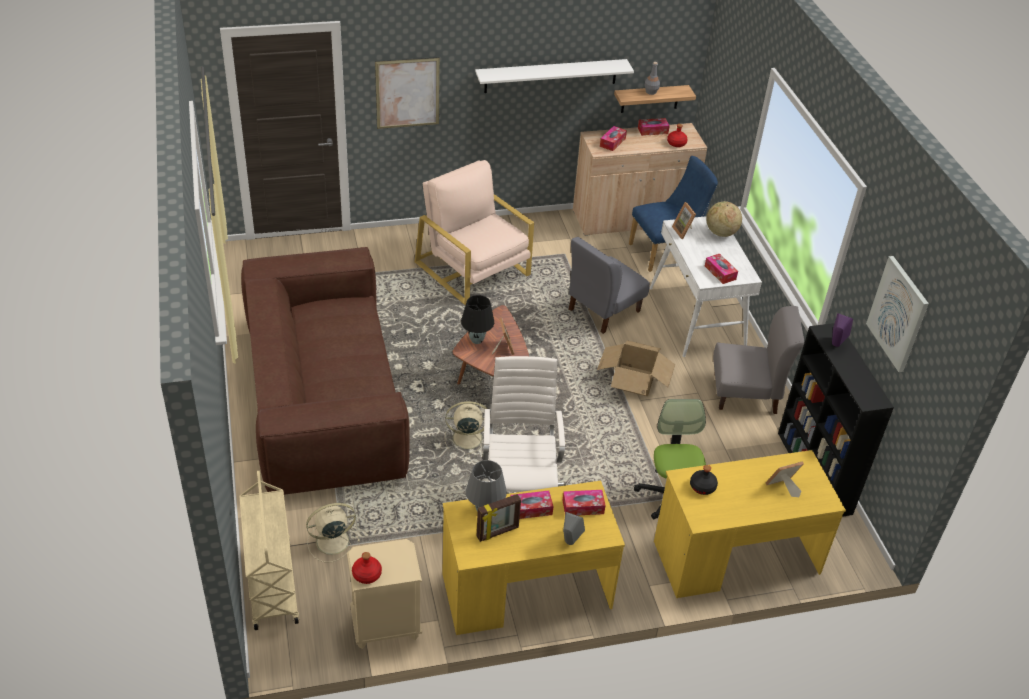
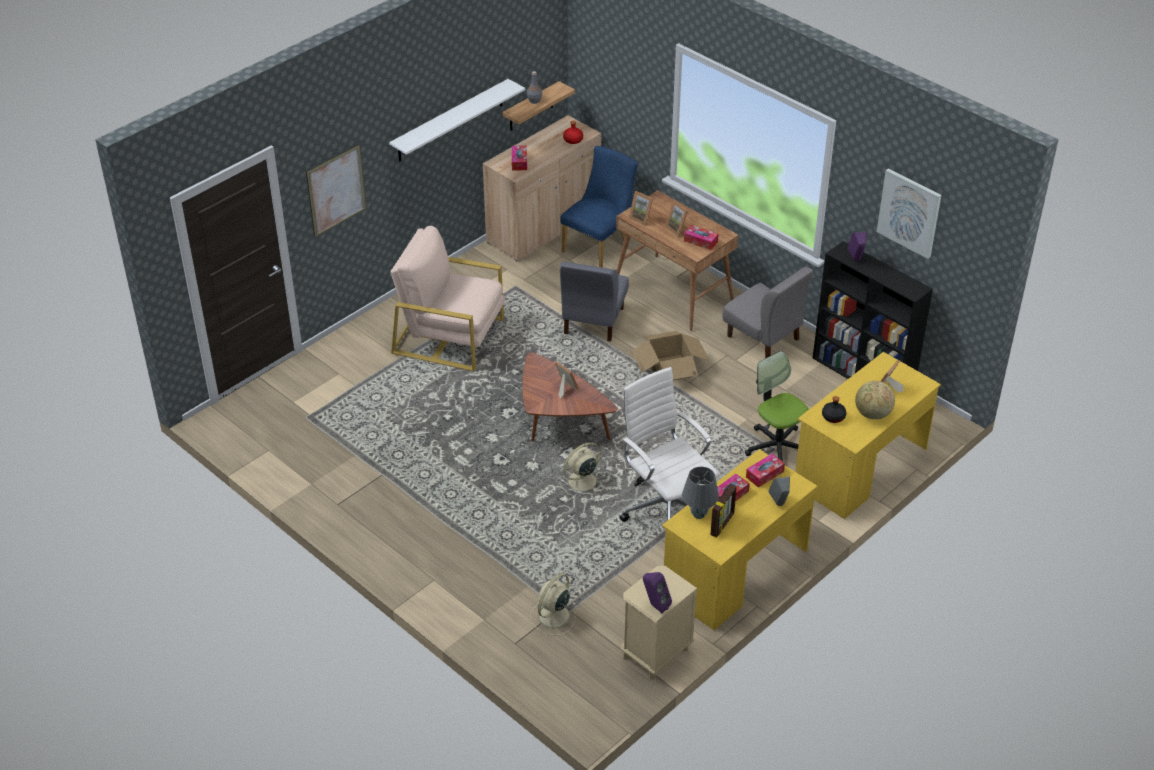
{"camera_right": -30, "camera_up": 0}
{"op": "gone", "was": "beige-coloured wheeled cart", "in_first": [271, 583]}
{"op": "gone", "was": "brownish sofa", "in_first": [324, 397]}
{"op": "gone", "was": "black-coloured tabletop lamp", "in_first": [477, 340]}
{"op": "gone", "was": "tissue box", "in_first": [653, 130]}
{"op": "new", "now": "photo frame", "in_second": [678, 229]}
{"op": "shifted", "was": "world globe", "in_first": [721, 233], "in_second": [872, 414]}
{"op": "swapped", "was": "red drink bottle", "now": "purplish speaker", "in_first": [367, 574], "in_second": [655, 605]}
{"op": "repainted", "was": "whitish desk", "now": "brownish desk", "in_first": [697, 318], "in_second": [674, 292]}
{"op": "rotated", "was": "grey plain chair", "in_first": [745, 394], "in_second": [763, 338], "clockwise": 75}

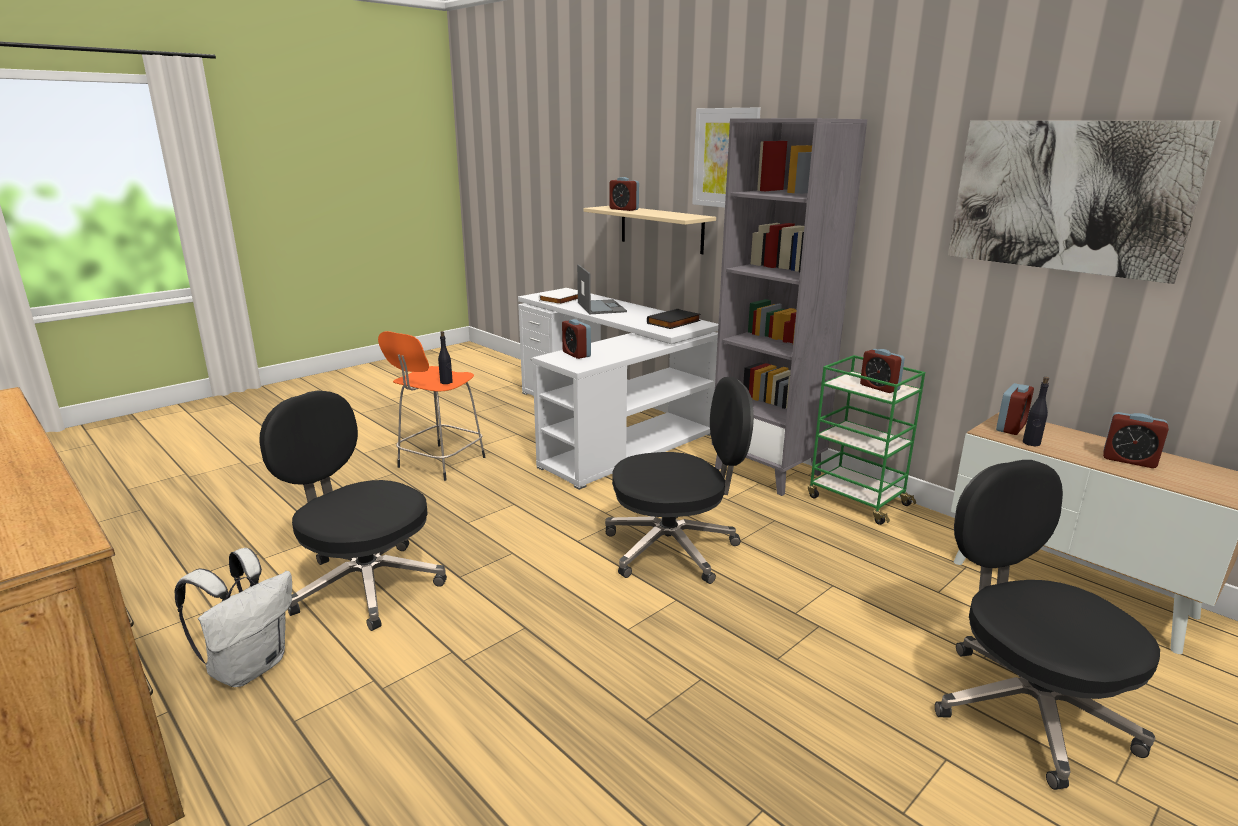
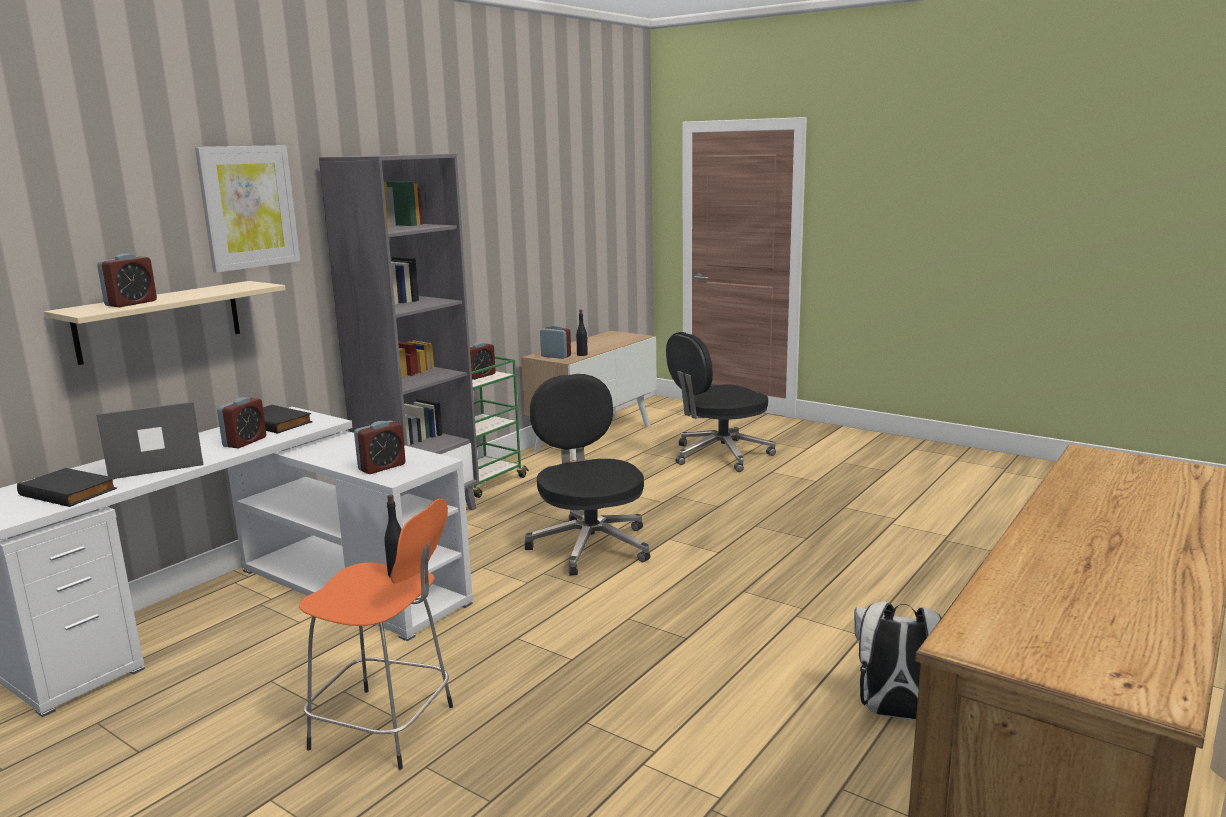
{"camera_right": -100, "camera_up": -5}
{"op": "gone", "was": "black-coloured desk chair", "in_first": [365, 584]}
{"op": "gone", "was": "wall picture", "in_first": [1067, 196]}
{"op": "shifted", "was": "table clock", "in_first": [1129, 460], "in_second": [245, 442]}
{"op": "repainted", "was": "whitish volume", "now": "black-coloured volume", "in_first": [563, 299], "in_second": [70, 491]}

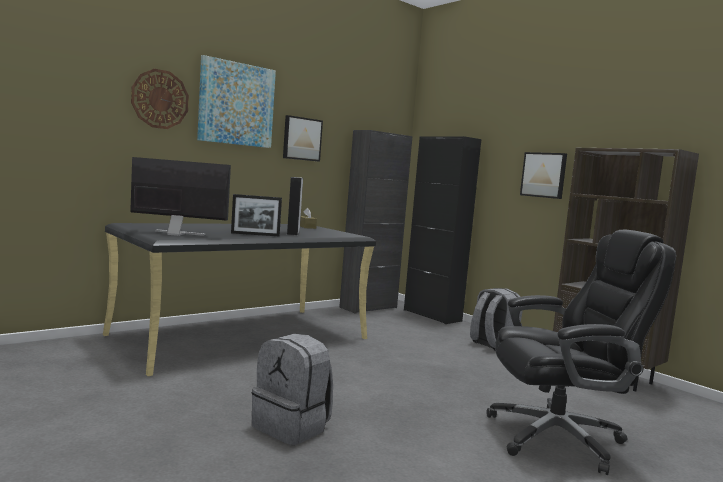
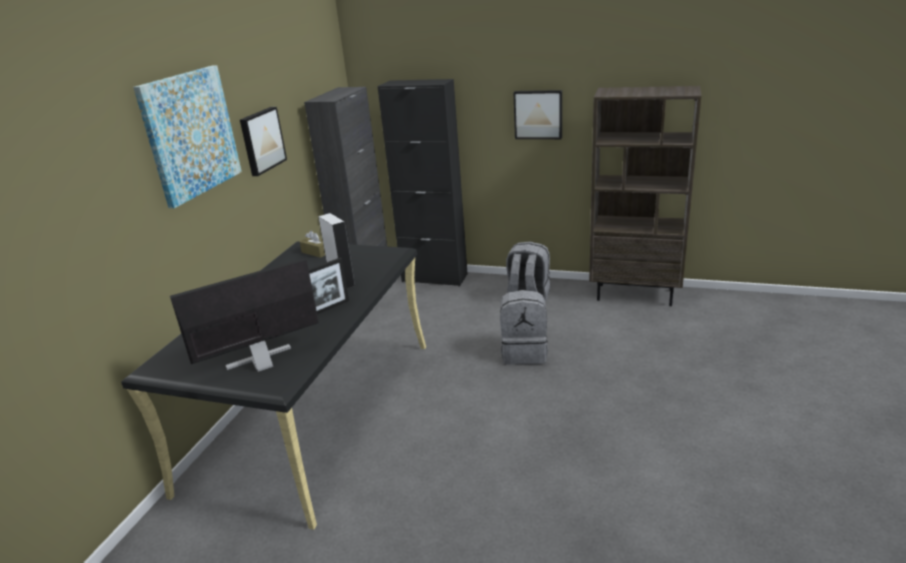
{"camera_right": -30, "camera_up": 20}
{"op": "gone", "was": "clock on the wall", "in_first": [160, 99]}
{"op": "gone", "was": "black-coloured desk chair", "in_first": [559, 438]}
{"op": "shifted", "was": "grey rucksack", "in_first": [292, 427], "in_second": [524, 352]}

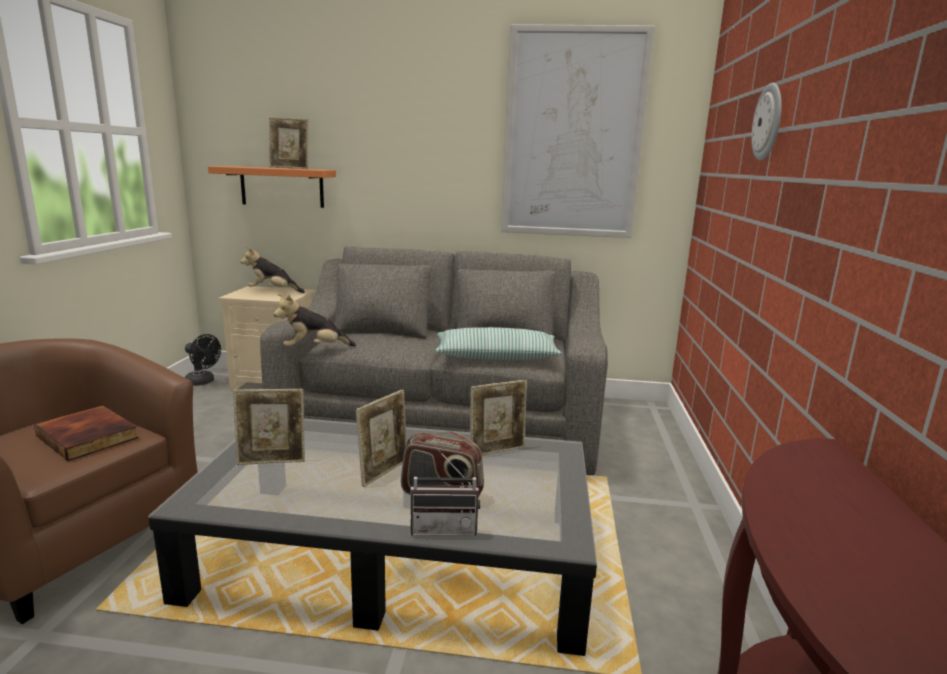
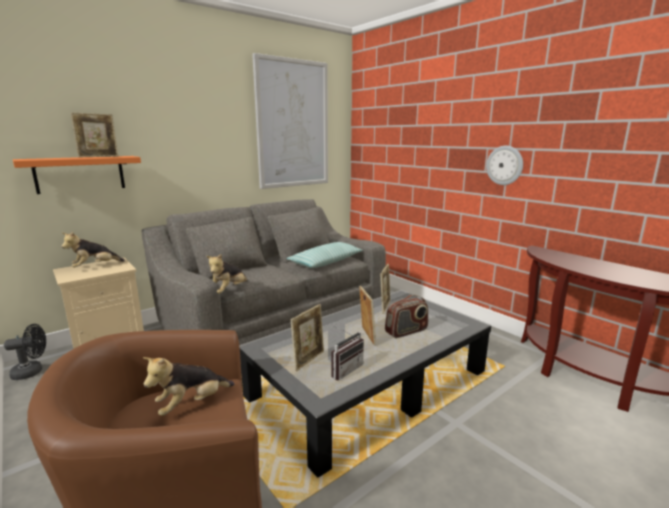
{"camera_right": -45, "camera_up": 0}
{"op": "shifted", "was": "radio receiver", "in_first": [444, 527], "in_second": [344, 369]}
{"op": "shifted", "was": "clock on the wall", "in_first": [768, 122], "in_second": [504, 165]}
{"op": "swapped", "was": "volume", "now": "cuddly toy", "in_first": [90, 436], "in_second": [192, 404]}

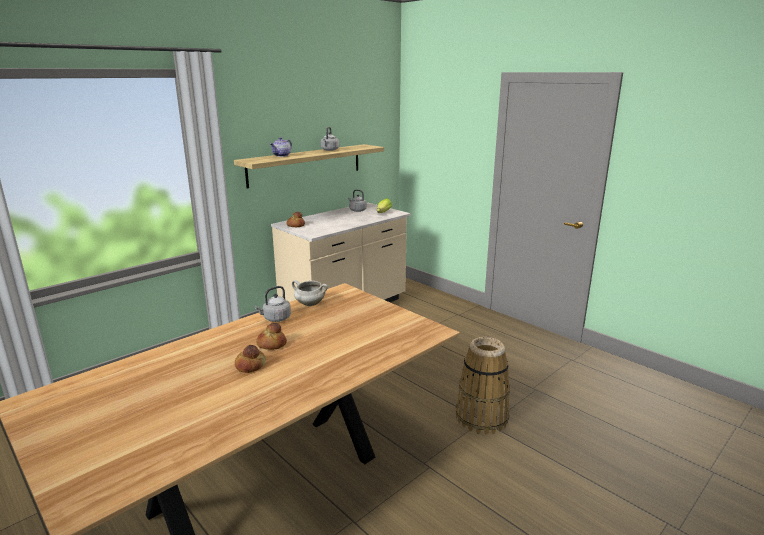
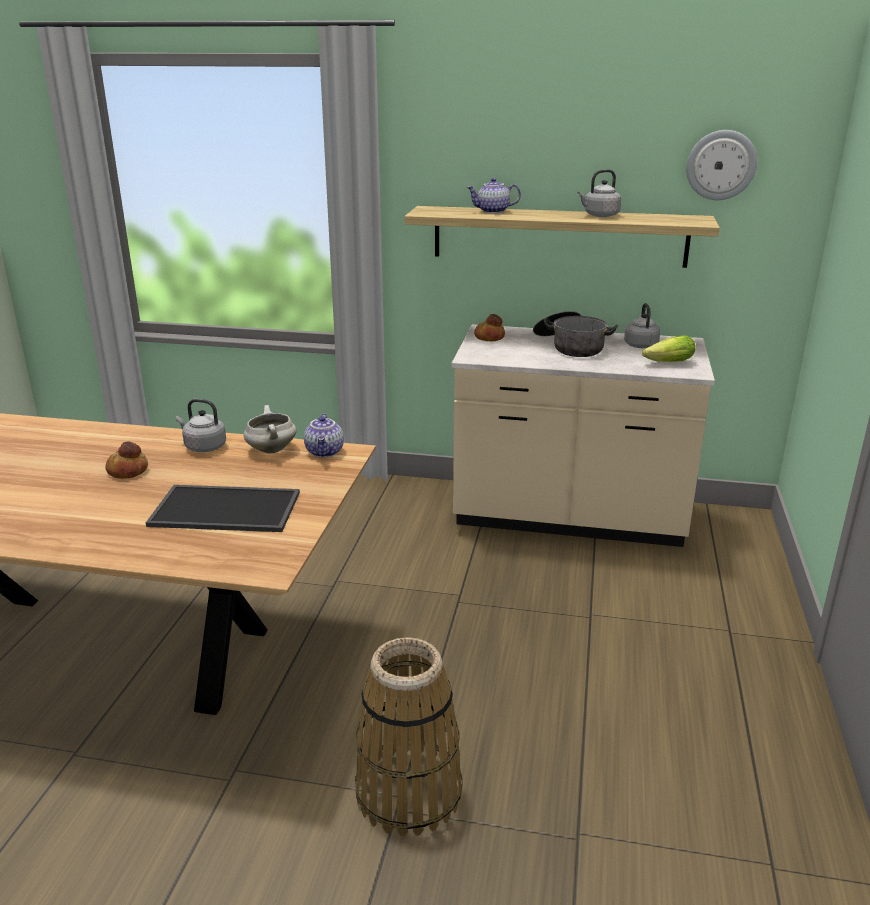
{"camera_right": 55, "camera_up": 5}
{"op": "gone", "was": "baked bread", "in_first": [250, 365]}
{"op": "new", "now": "tray", "in_second": [227, 508]}
{"op": "new", "now": "tea pot", "in_second": [325, 452]}
{"op": "new", "now": "cooking pot", "in_second": [570, 347]}
{"op": "new", "now": "clock on the wall", "in_second": [721, 165]}

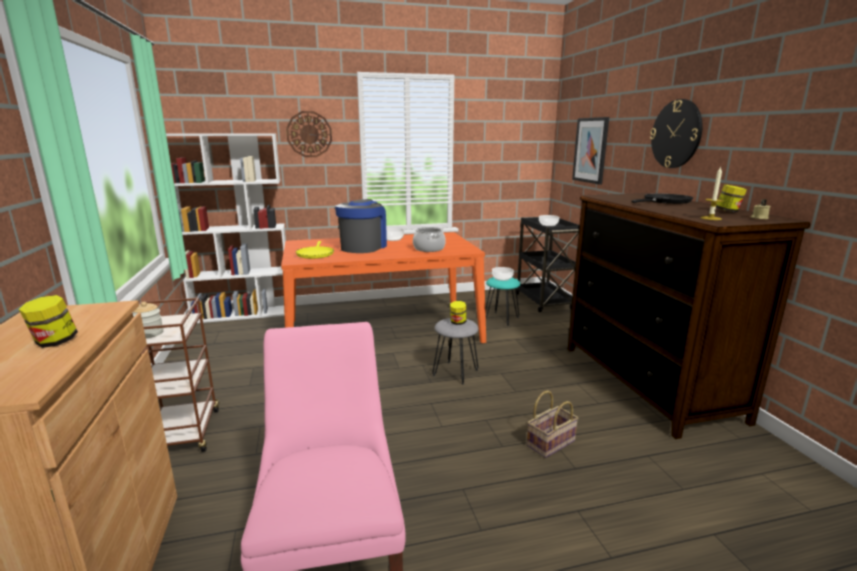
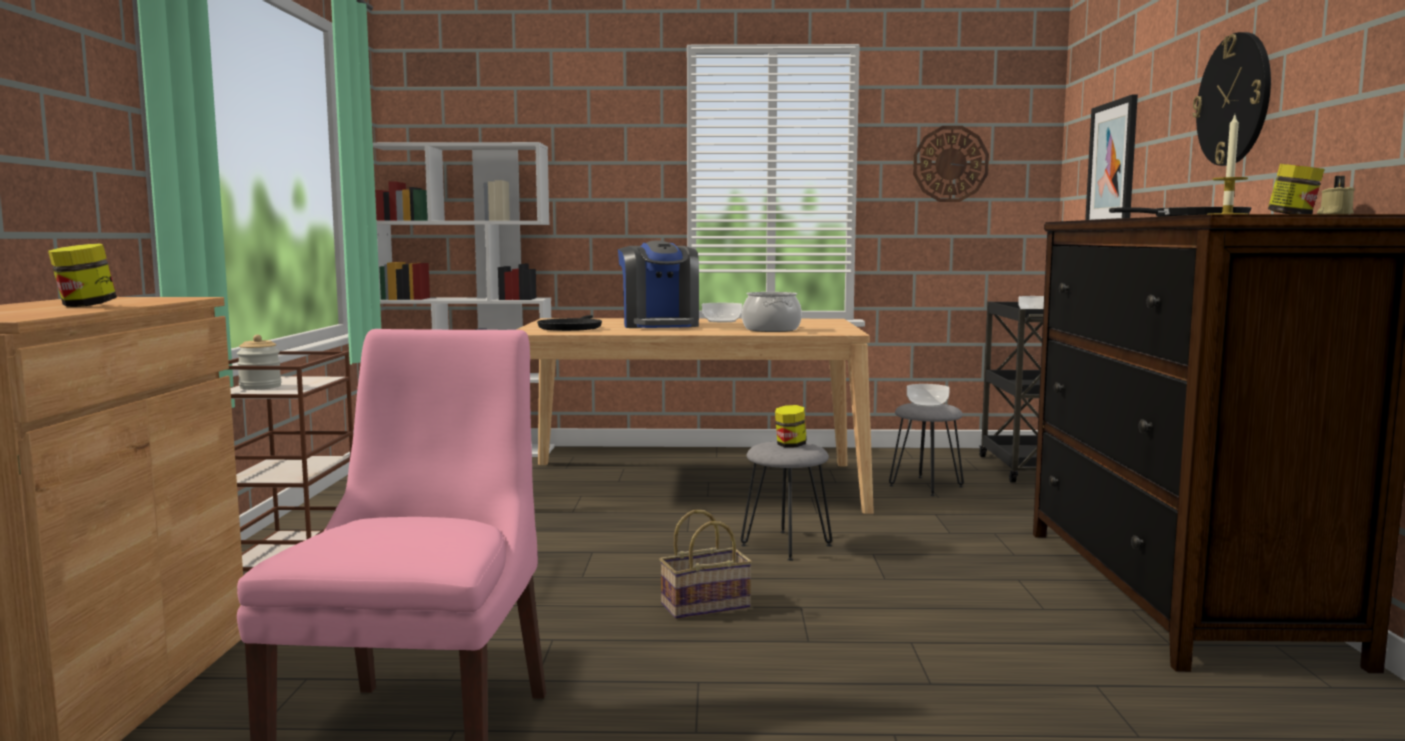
{"camera_right": 15, "camera_up": -10}
{"op": "shifted", "was": "clock on the wall", "in_first": [309, 134], "in_second": [950, 164]}
{"op": "shifted", "was": "household basket", "in_first": [550, 442], "in_second": [707, 605]}
{"op": "repainted", "was": "orange-coloured dinner table", "now": "beige-coloured dinner table", "in_first": [382, 331], "in_second": [689, 485]}
{"op": "repainted", "was": "yellow pan", "now": "black-coloured pan", "in_first": [315, 254], "in_second": [571, 328]}
{"op": "repainted", "was": "turquoise-coloured stool seat", "now": "grey stool seat", "in_first": [501, 319], "in_second": [926, 486]}
{"op": "rotated", "was": "coffee brewer", "in_first": [363, 247], "in_second": [660, 325], "clockwise": 135}

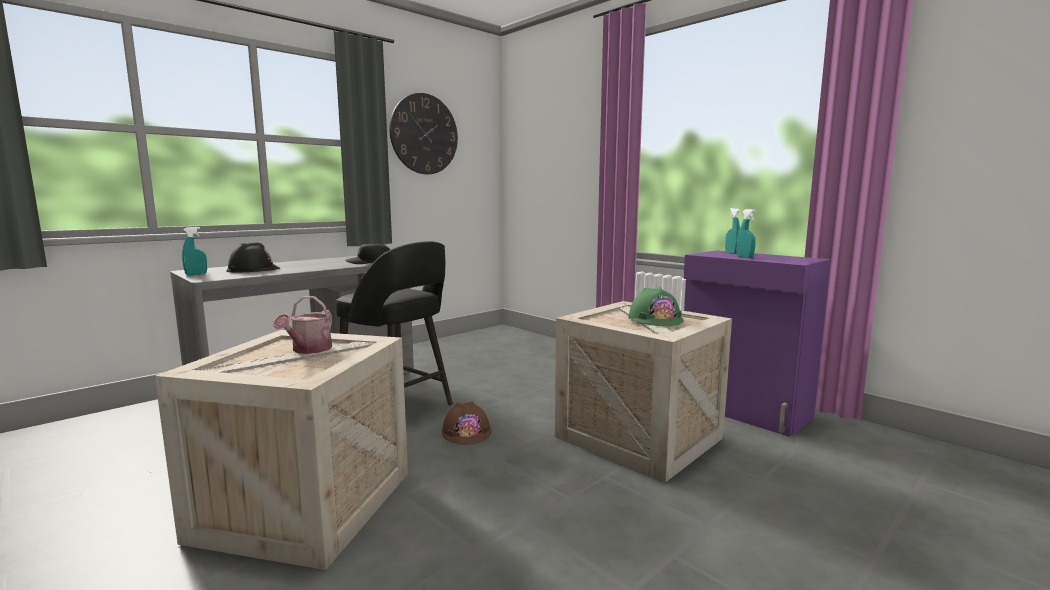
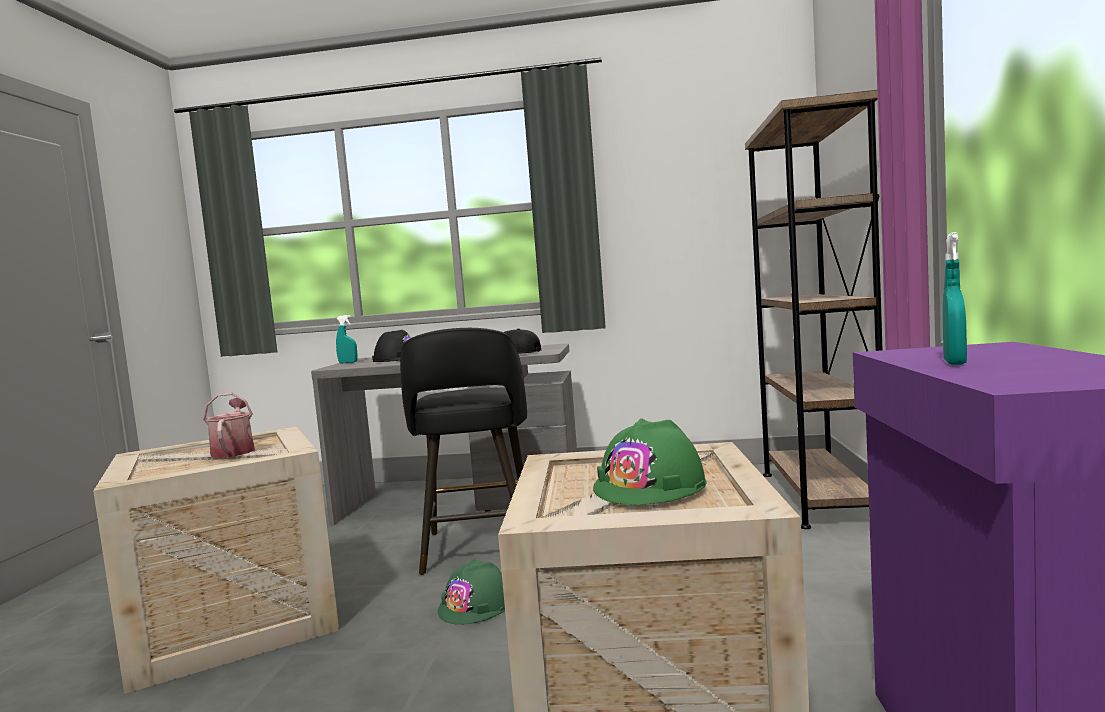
{"camera_right": 50, "camera_up": -5}
{"op": "gone", "was": "clock on the wall", "in_first": [424, 134]}
{"op": "gone", "was": "turquoise-coloured sprayer", "in_first": [731, 253]}
{"op": "new", "now": "brownish shelving unit", "in_second": [818, 497]}
{"op": "repainted", "was": "brownish work helmet", "now": "green-coloured work helmet", "in_first": [466, 432], "in_second": [476, 605]}
{"op": "rotated", "was": "watering pot", "in_first": [309, 350], "in_second": [234, 451], "clockwise": 105}

